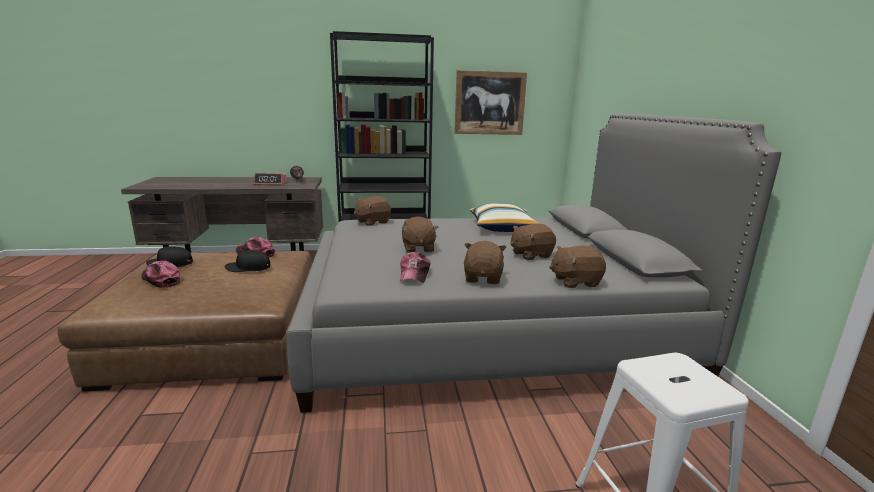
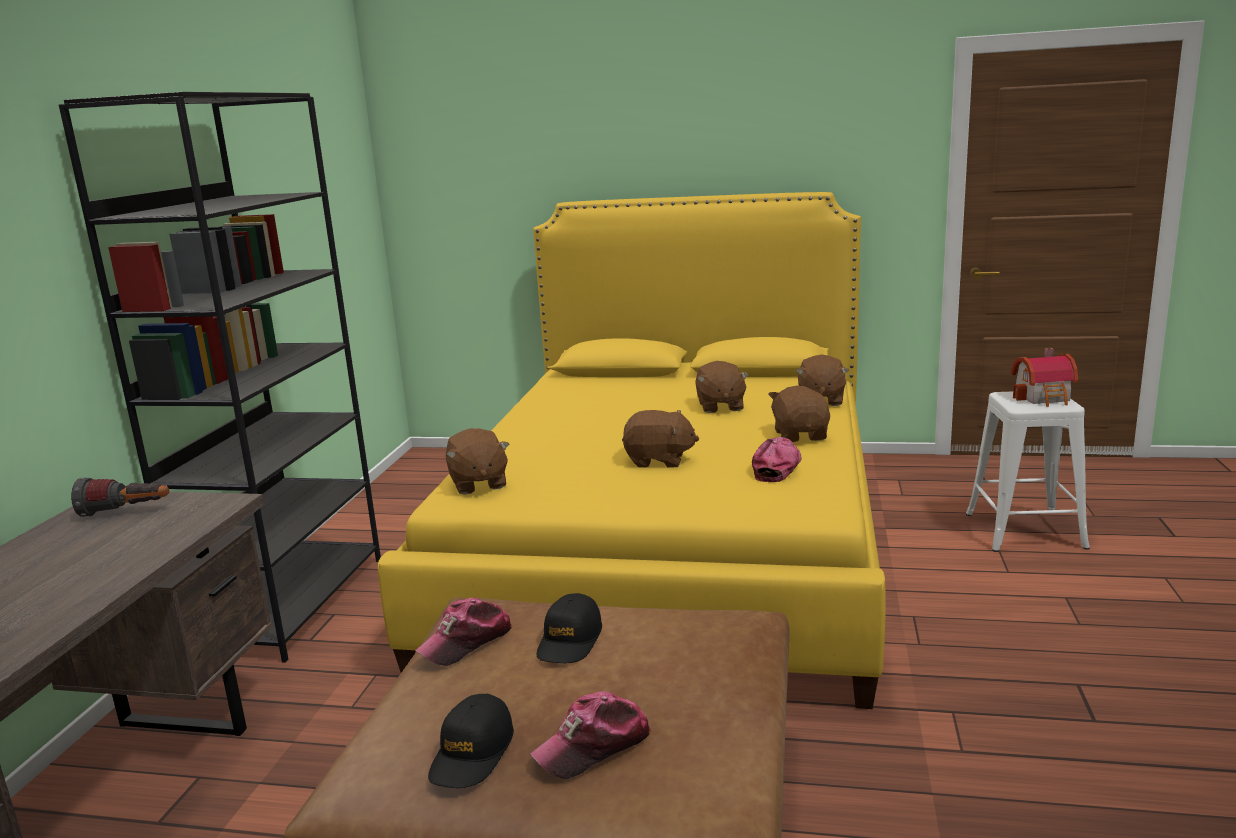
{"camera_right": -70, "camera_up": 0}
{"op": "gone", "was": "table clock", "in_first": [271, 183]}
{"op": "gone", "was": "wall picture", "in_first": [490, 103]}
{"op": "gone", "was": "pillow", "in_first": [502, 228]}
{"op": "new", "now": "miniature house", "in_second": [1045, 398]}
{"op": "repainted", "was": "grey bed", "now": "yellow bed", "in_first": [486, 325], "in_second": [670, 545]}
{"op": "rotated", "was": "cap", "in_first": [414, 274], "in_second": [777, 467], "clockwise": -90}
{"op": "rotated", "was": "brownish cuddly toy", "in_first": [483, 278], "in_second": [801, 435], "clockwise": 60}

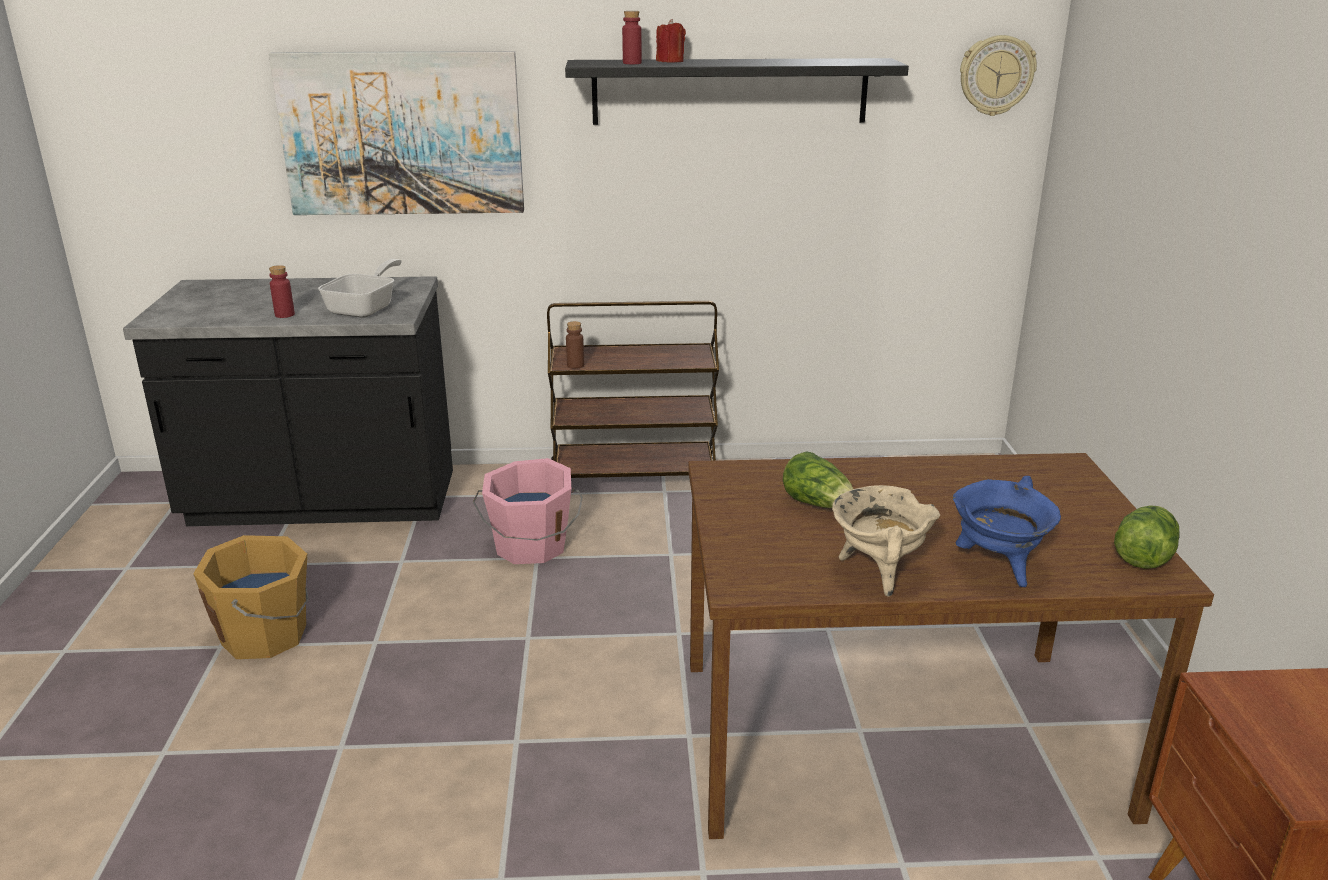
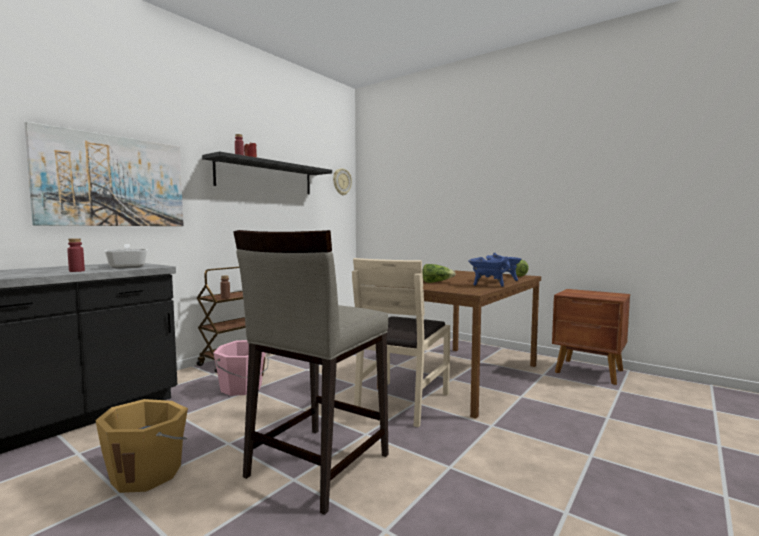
{"camera_right": -50, "camera_up": -20}
{"op": "new", "now": "beige-coloured stool seat", "in_second": [316, 465]}
{"op": "new", "now": "beige-coloured plain chair", "in_second": [402, 402]}
{"op": "repainted", "was": "beige-coloured cooking pot", "now": "blue-coloured cooking pot", "in_first": [878, 571], "in_second": [487, 285]}

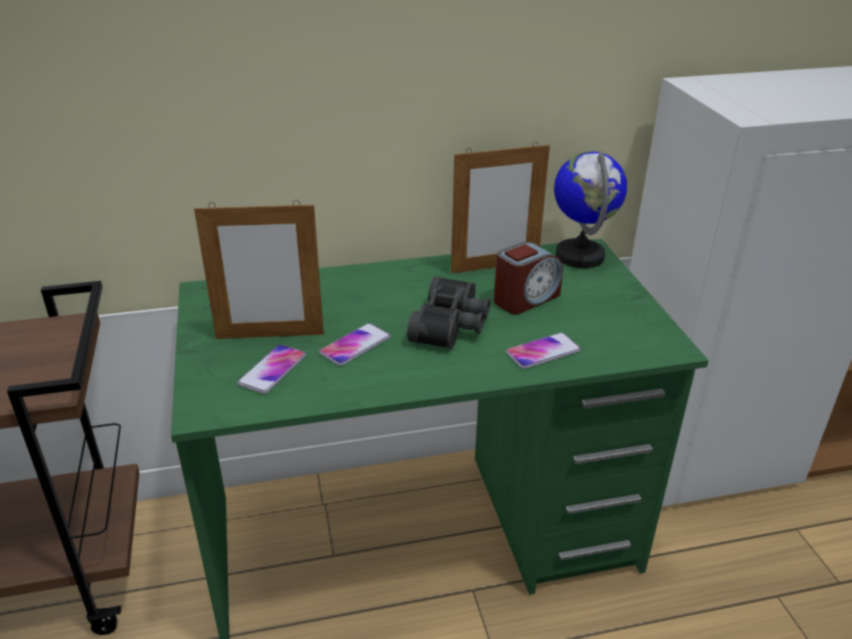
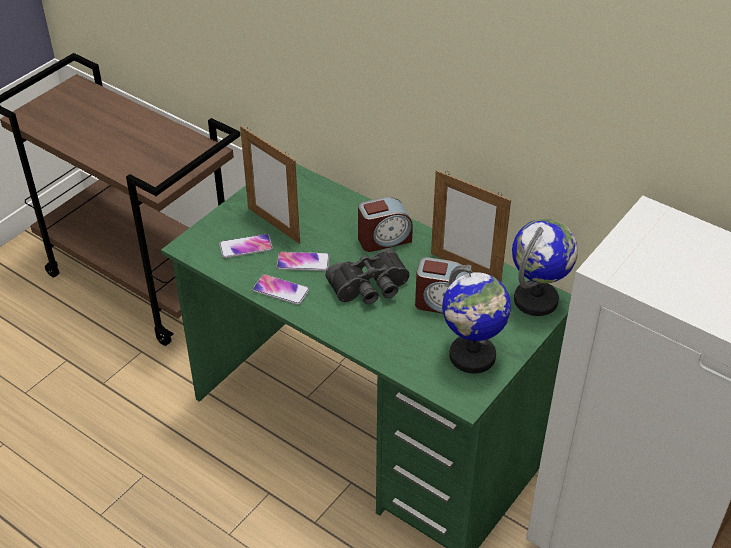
{"camera_right": 50, "camera_up": 10}
{"op": "new", "now": "table clock", "in_second": [384, 239]}
{"op": "new", "now": "world globe", "in_second": [472, 356]}
{"op": "shifted", "was": "handset", "in_first": [543, 352], "in_second": [281, 290]}

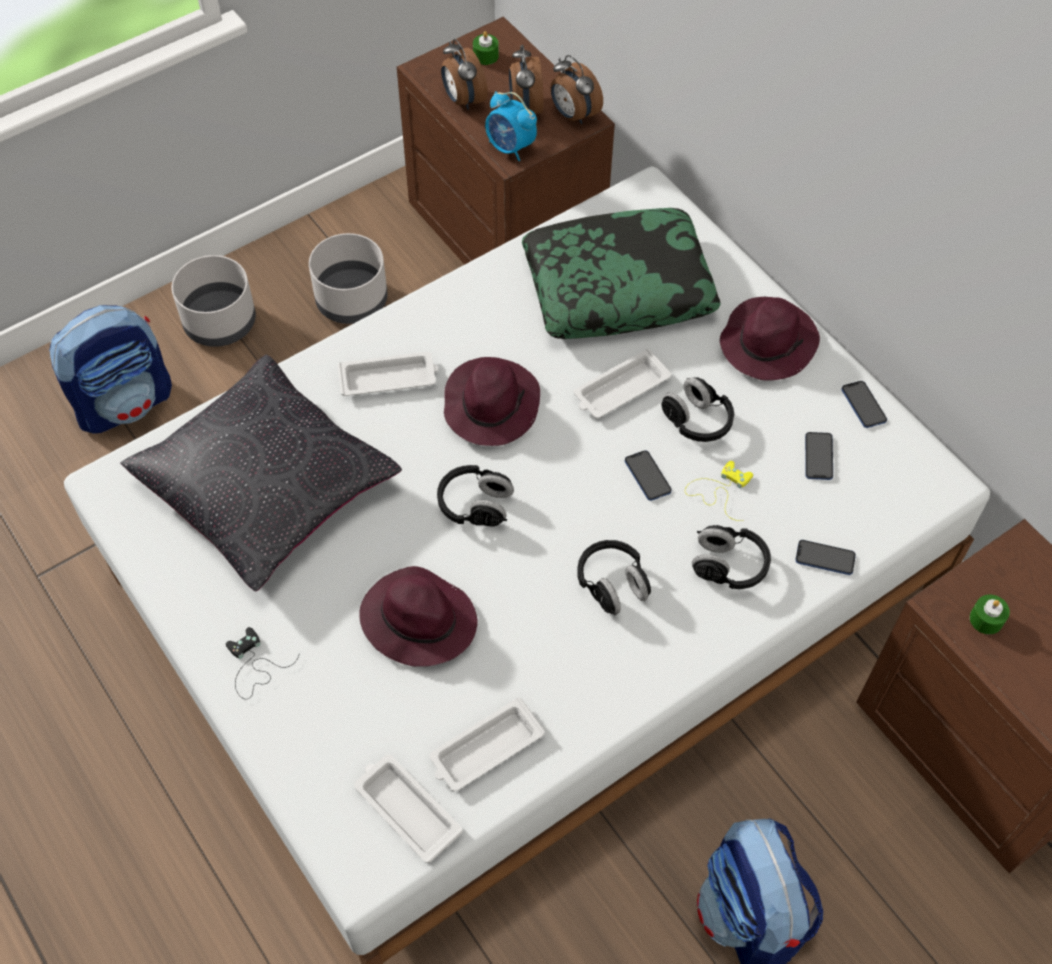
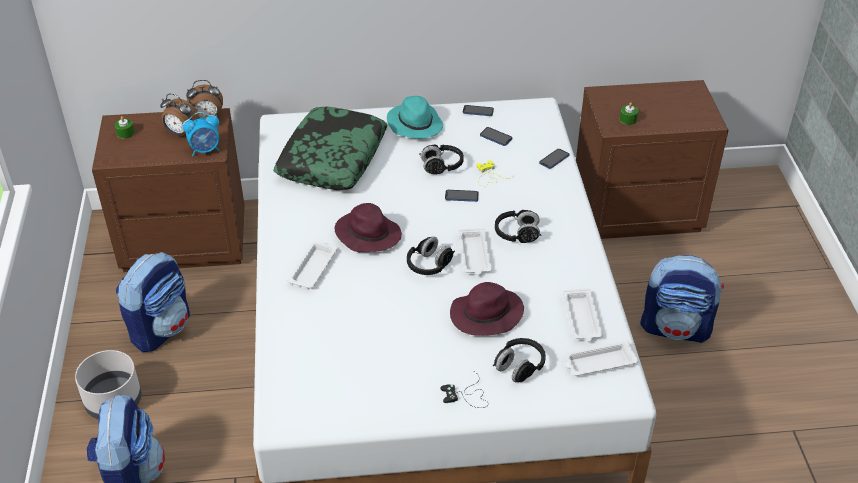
{"camera_right": -60, "camera_up": -15}
{"op": "gone", "was": "black-coloured pillow", "in_first": [266, 486]}
{"op": "gone", "was": "table clock", "in_first": [463, 100]}
{"op": "shifted", "was": "whitish tray", "in_first": [620, 389], "in_second": [474, 255]}
{"op": "shifted", "was": "black-coloured pair of headphones", "in_first": [728, 566], "in_second": [519, 367]}
{"op": "swapped", "was": "grey plant pot", "now": "rucksack", "in_first": [352, 299], "in_second": [161, 328]}
{"op": "repainted", "was": "purplish clothing hat", "now": "turquoise-coloured clothing hat", "in_first": [768, 342], "in_second": [414, 124]}

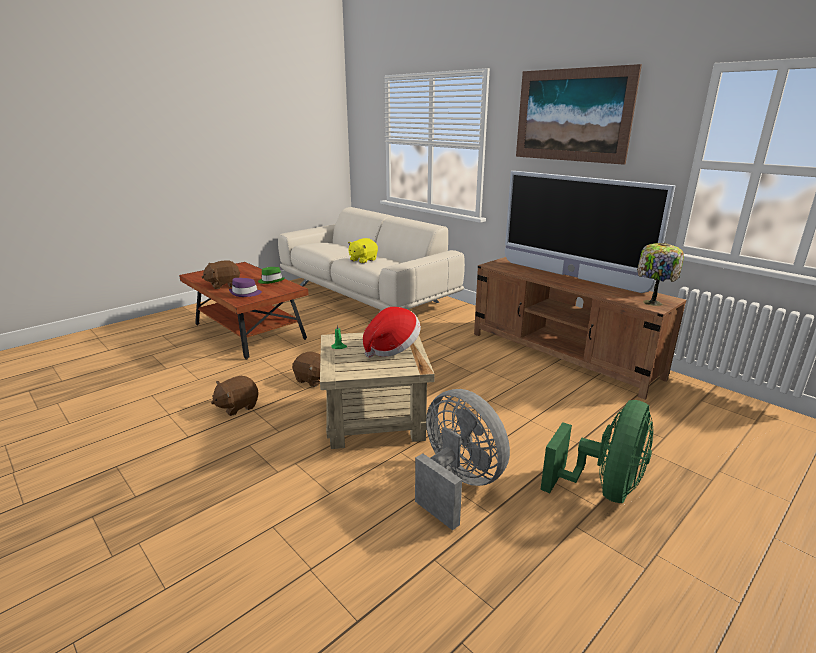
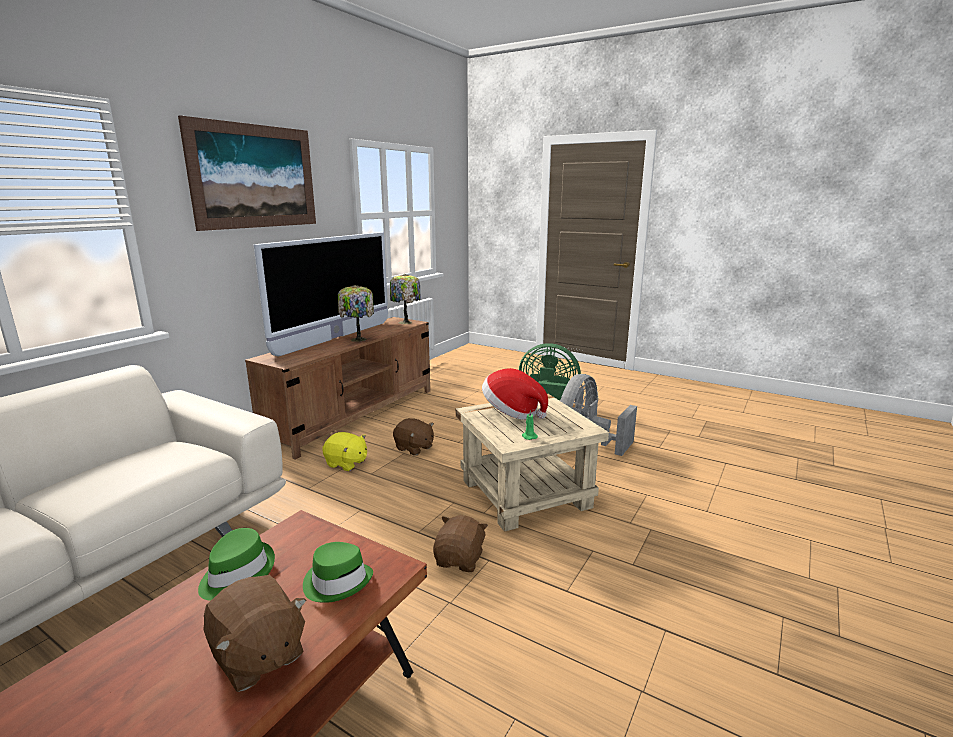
{"camera_right": -105, "camera_up": -5}
{"op": "new", "now": "tabletop lamp", "in_second": [357, 340]}
{"op": "shifted", "was": "brownish cuddly toy", "in_first": [237, 406], "in_second": [414, 448]}
{"op": "shifted", "was": "yellow cuddly toy", "in_first": [362, 260], "in_second": [346, 463]}
{"op": "repainted", "was": "purplish clothing hat", "now": "green-coloured clothing hat", "in_first": [245, 293], "in_second": [337, 581]}

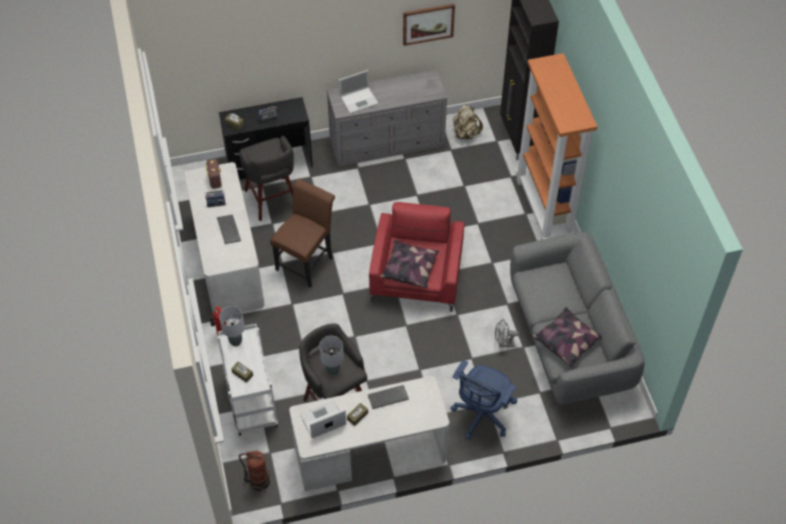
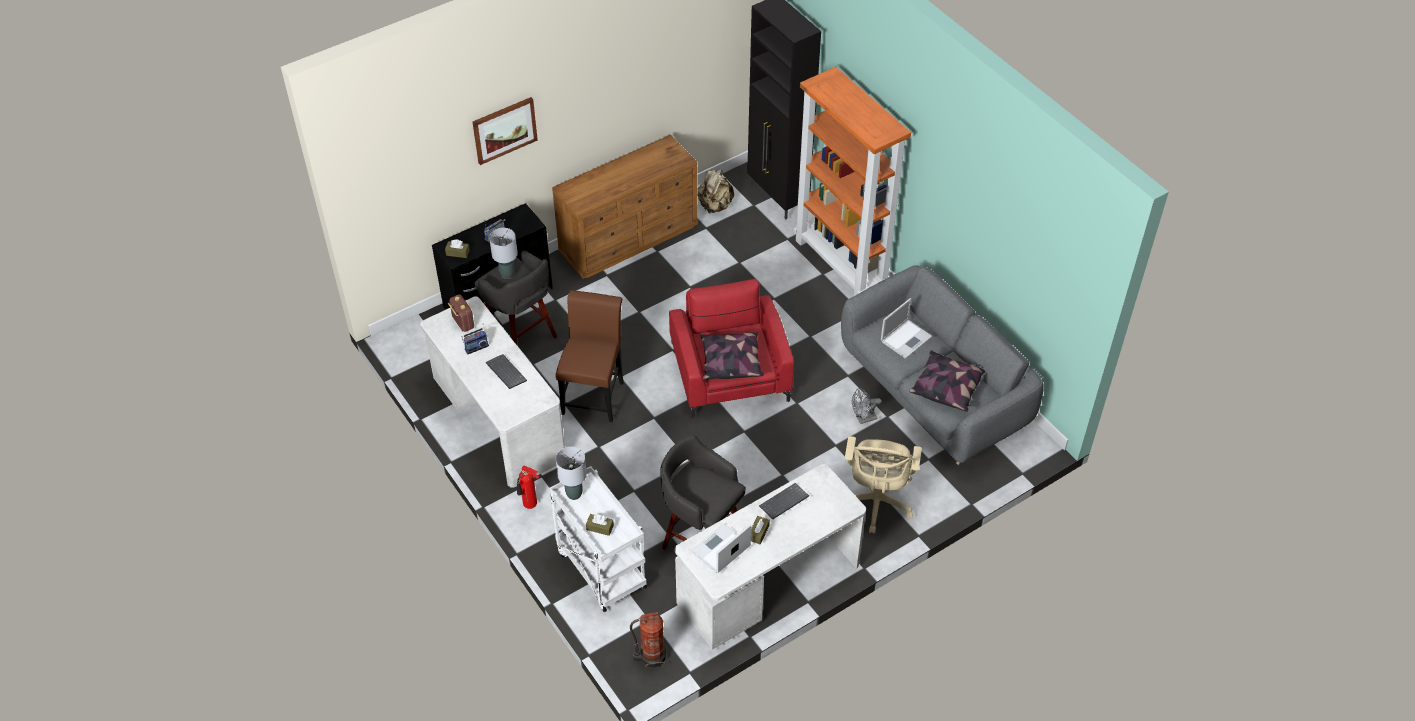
{"camera_right": -20, "camera_up": -5}
{"op": "shifted", "was": "grey tabletop lamp", "in_first": [332, 370], "in_second": [507, 274]}
{"op": "shifted", "was": "notebook computer", "in_first": [359, 100], "in_second": [906, 338]}
{"op": "shifted", "was": "wall picture", "in_first": [428, 23], "in_second": [504, 130]}
{"op": "repainted", "was": "grey drawer chest", "now": "brownish drawer chest", "in_first": [388, 143], "in_second": [629, 239]}
{"op": "repainted", "was": "blue-coloured desk chair", "now": "beige-coloured desk chair", "in_first": [481, 416], "in_second": [876, 504]}

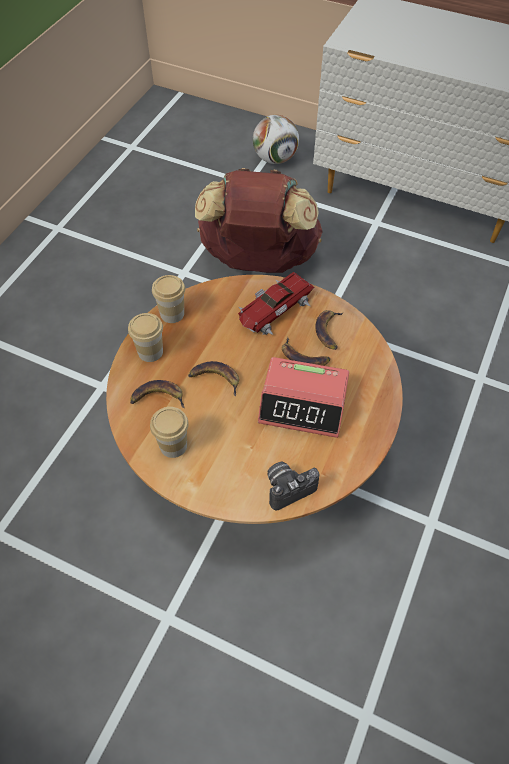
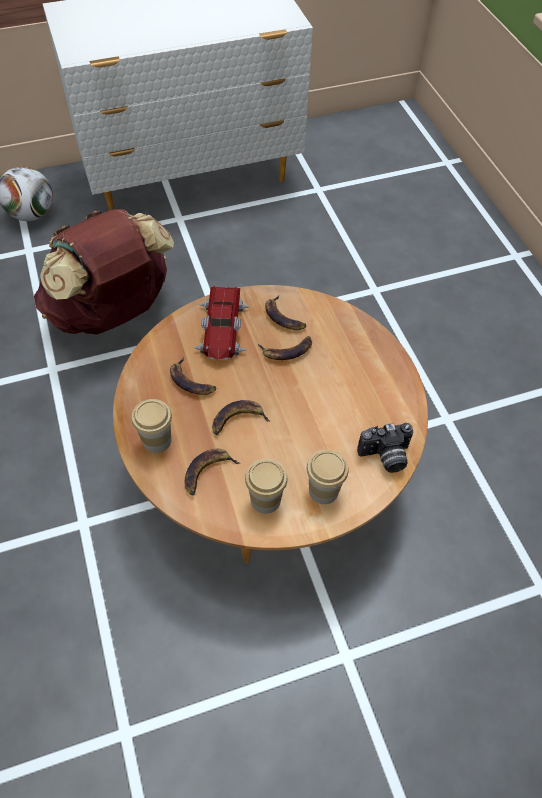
{"camera_right": -45, "camera_up": 0}
{"op": "gone", "was": "table clock", "in_first": [303, 404]}
{"op": "new", "now": "banana", "in_second": [191, 381]}
{"op": "shifted", "was": "drinking cup", "in_first": [172, 313], "in_second": [323, 490]}
{"op": "rotated", "was": "still camera", "in_first": [288, 487], "in_second": [385, 457], "clockwise": -120}

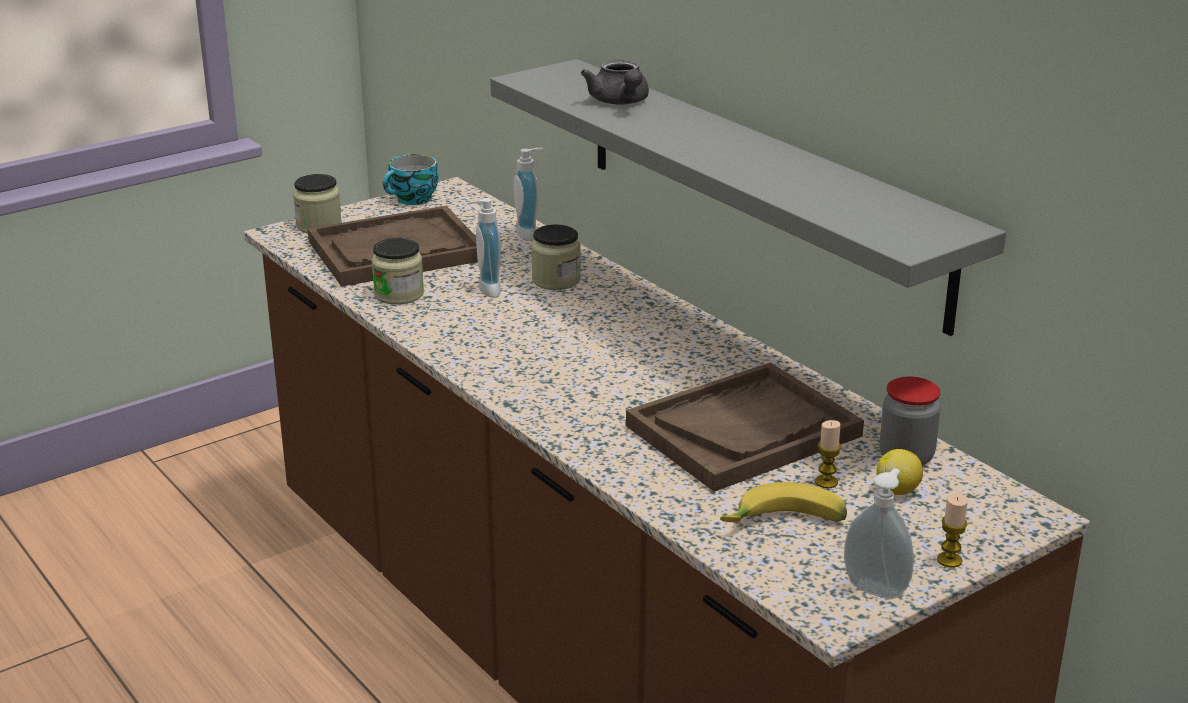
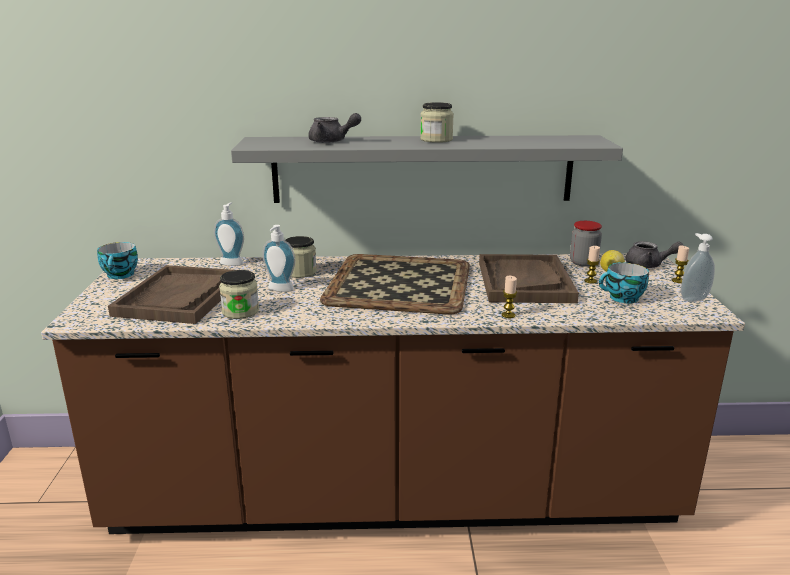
{"camera_right": -55, "camera_up": -5}
{"op": "new", "now": "tray", "in_second": [400, 284]}
{"op": "new", "now": "wax candle", "in_second": [508, 315]}
{"op": "new", "now": "grey tea pot", "in_second": [649, 265]}
{"op": "shifted", "was": "preserve jar", "in_first": [319, 226], "in_second": [436, 139]}
{"op": "swapped", "was": "banana", "now": "drinking cup", "in_first": [785, 524], "in_second": [622, 298]}

